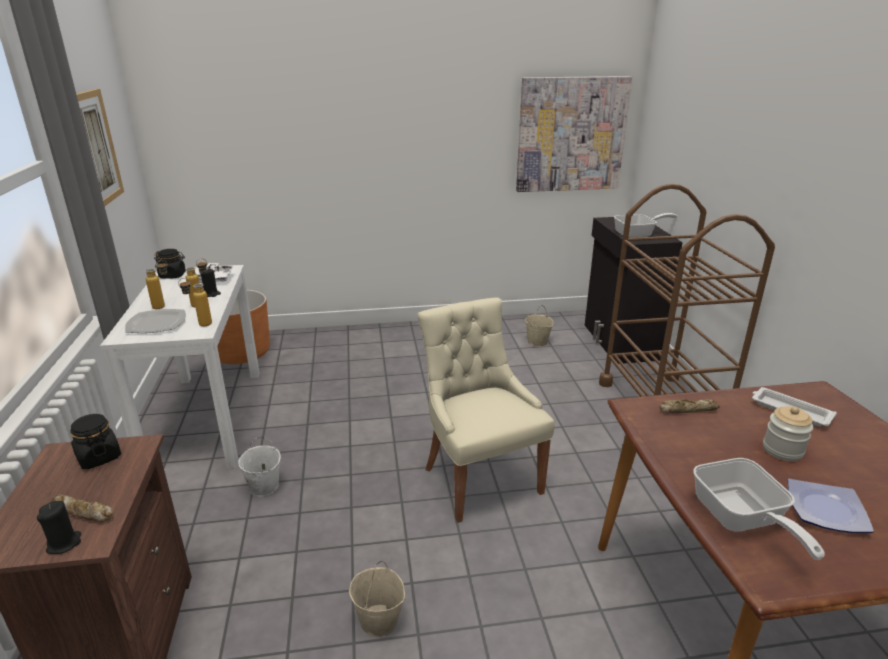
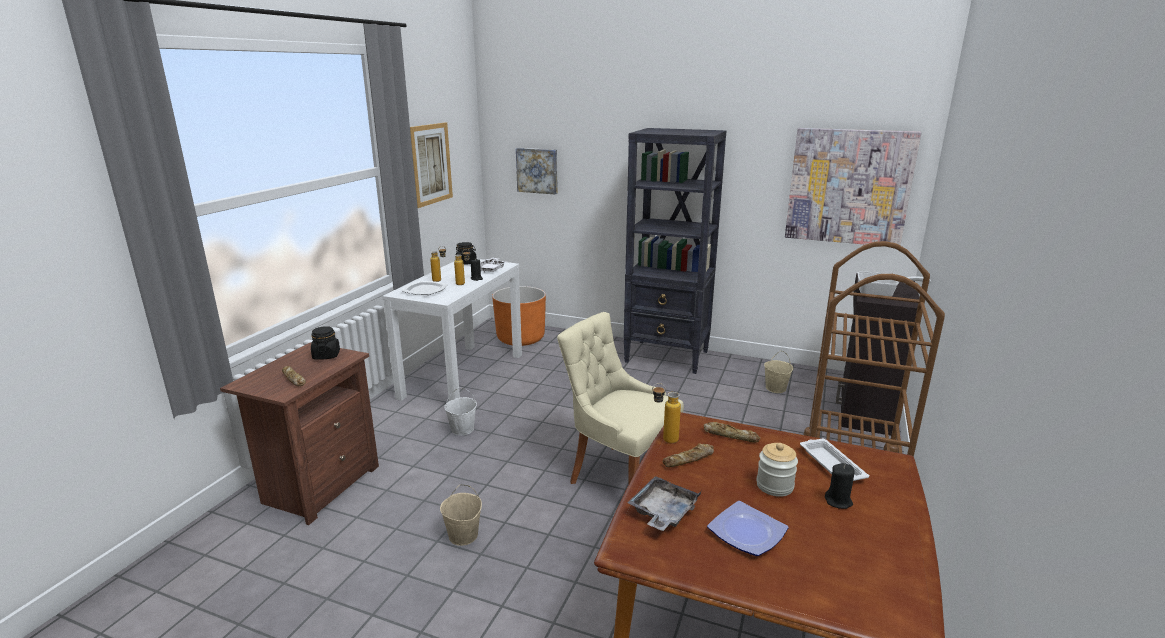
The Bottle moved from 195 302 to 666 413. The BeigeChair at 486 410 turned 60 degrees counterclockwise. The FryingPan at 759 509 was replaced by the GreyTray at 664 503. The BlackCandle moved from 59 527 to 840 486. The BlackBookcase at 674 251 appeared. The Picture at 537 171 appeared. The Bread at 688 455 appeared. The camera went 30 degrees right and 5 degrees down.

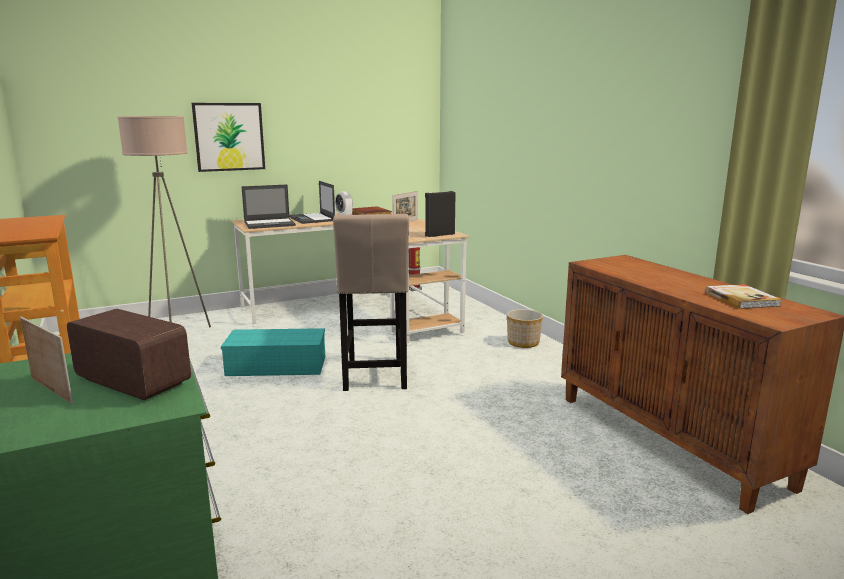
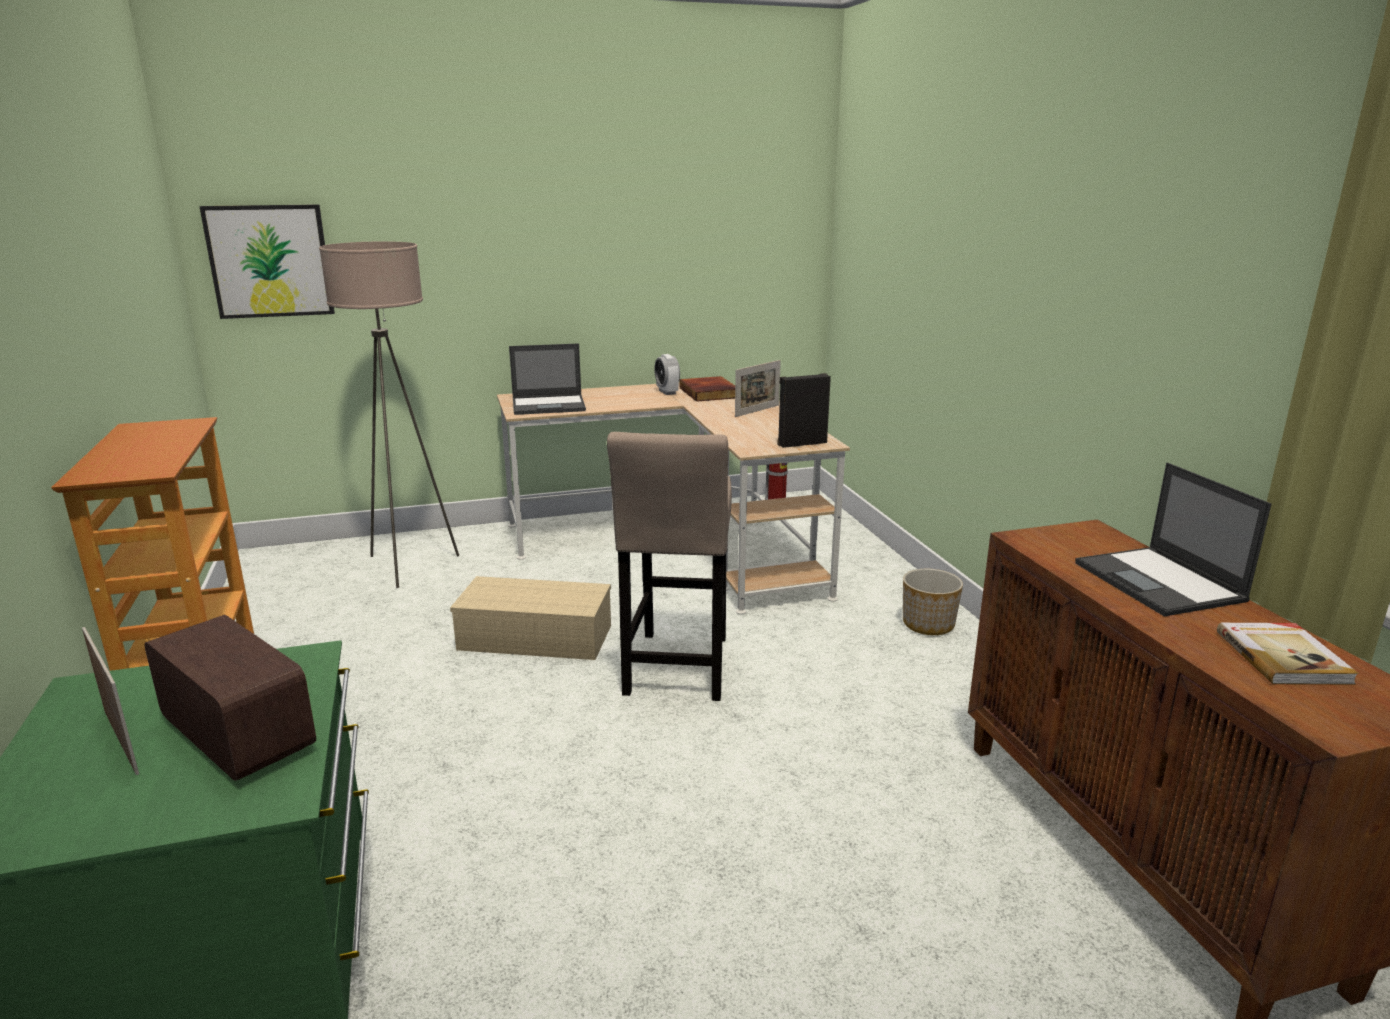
The Picture moved from 228 137 to 267 261. The Laptop moved from 312 202 to 1173 539. The TurquoiseStorageBox at 273 352 became the BeigeStorageBox at 530 618. The camera went 10 degrees right and 5 degrees up.

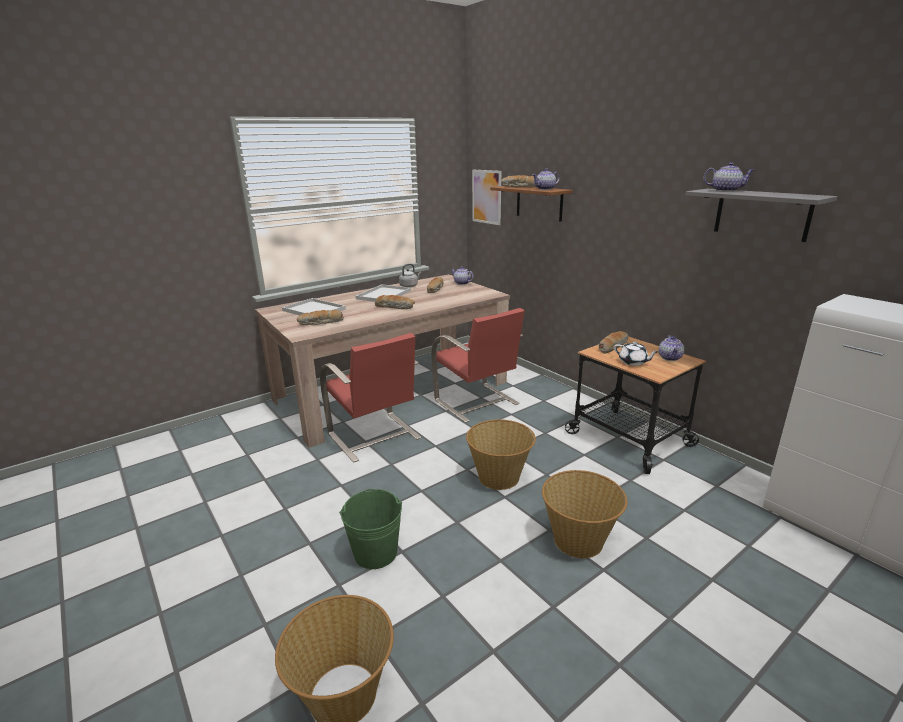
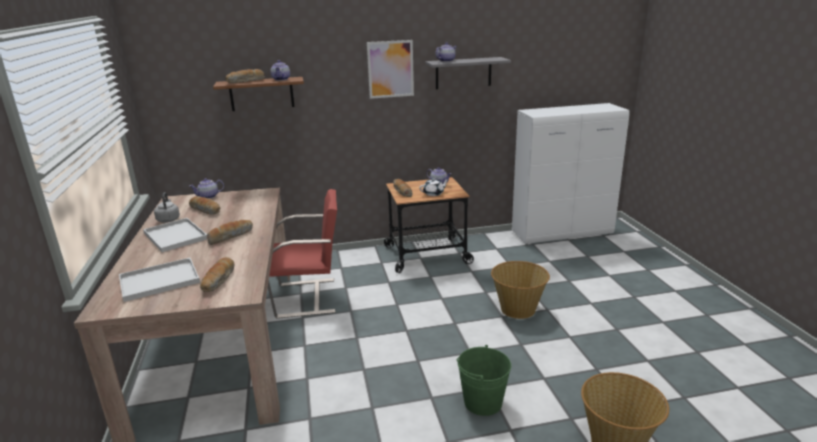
The Picture moved from 486 197 to 390 69. The RedChair at 370 398 disappeared. The Basket at 501 454 disappeared. The camera went 65 degrees left and 0 degrees up.

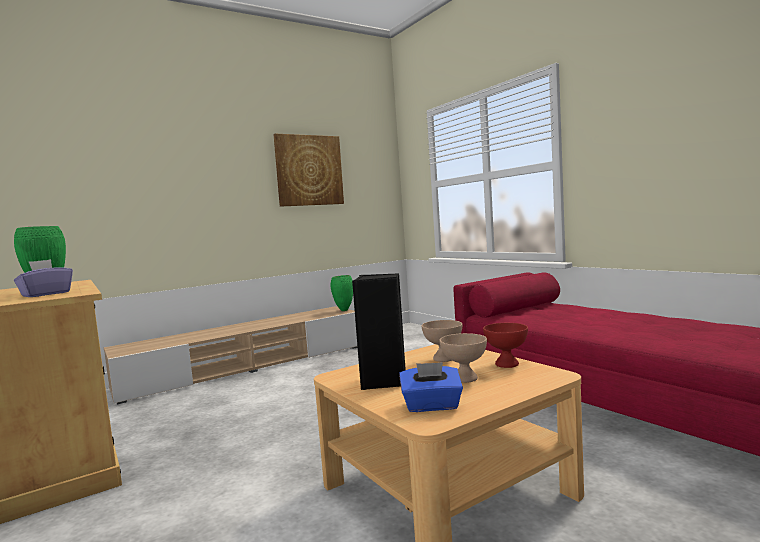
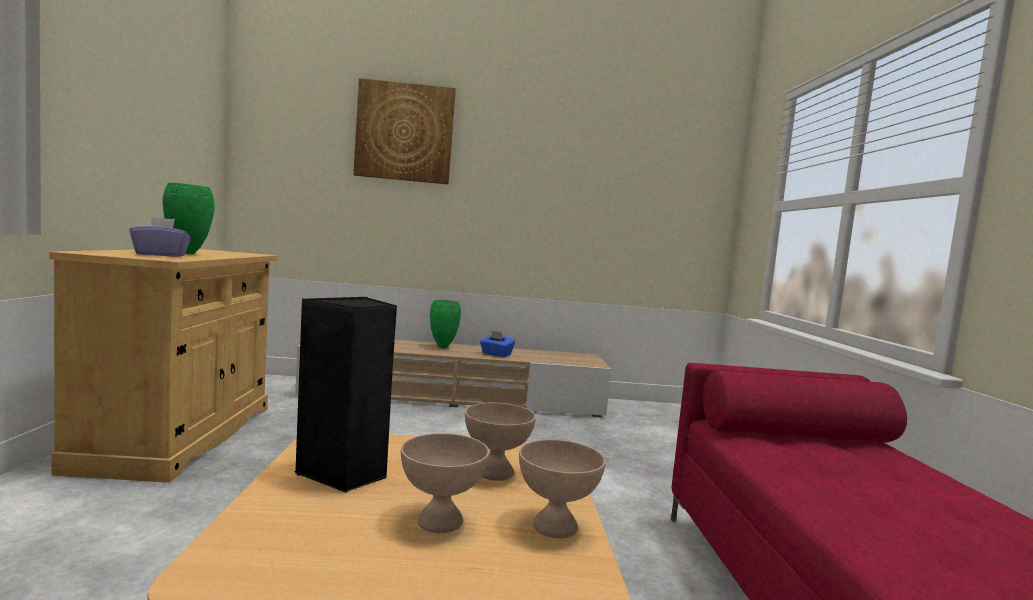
The Picture moved from 309 170 to 404 131. The GreenVase moved from 341 293 to 445 324. The RedBowl at 505 345 became the BeigeBowl at 562 488. The BlueTissueBox moved from 431 387 to 497 343. The camera went 30 degrees right and 0 degrees up.

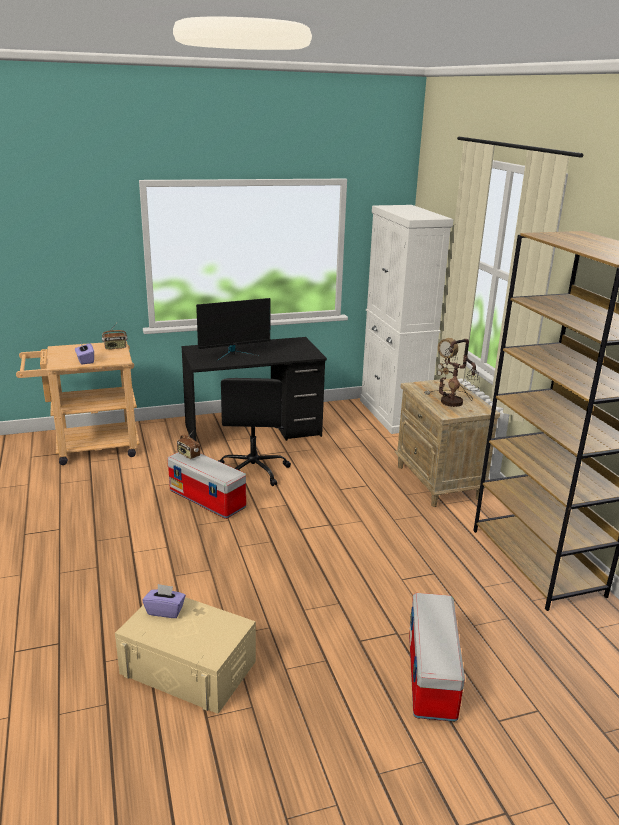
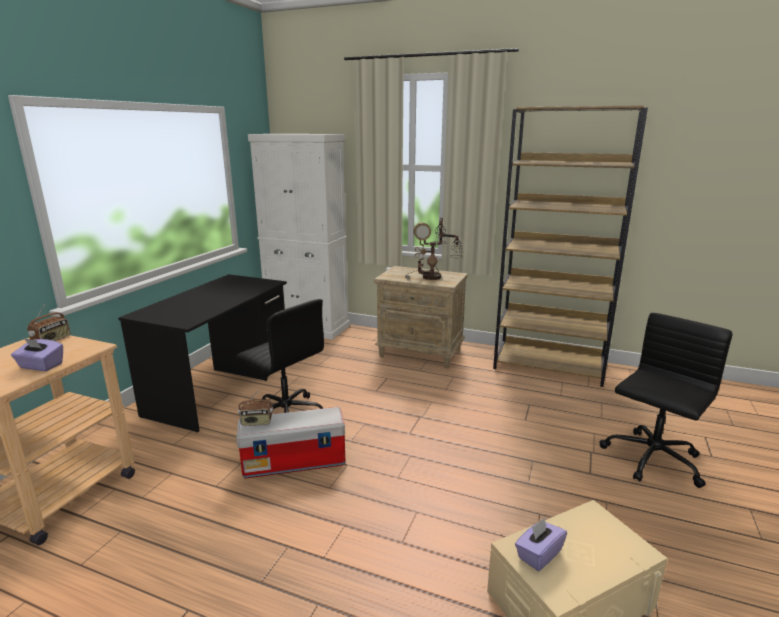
The Monitor at 233 330 disappeared. The StorageBox at 437 657 was replaced by the BlackOfficeChair at 665 400. The camera went 50 degrees left and 5 degrees down.

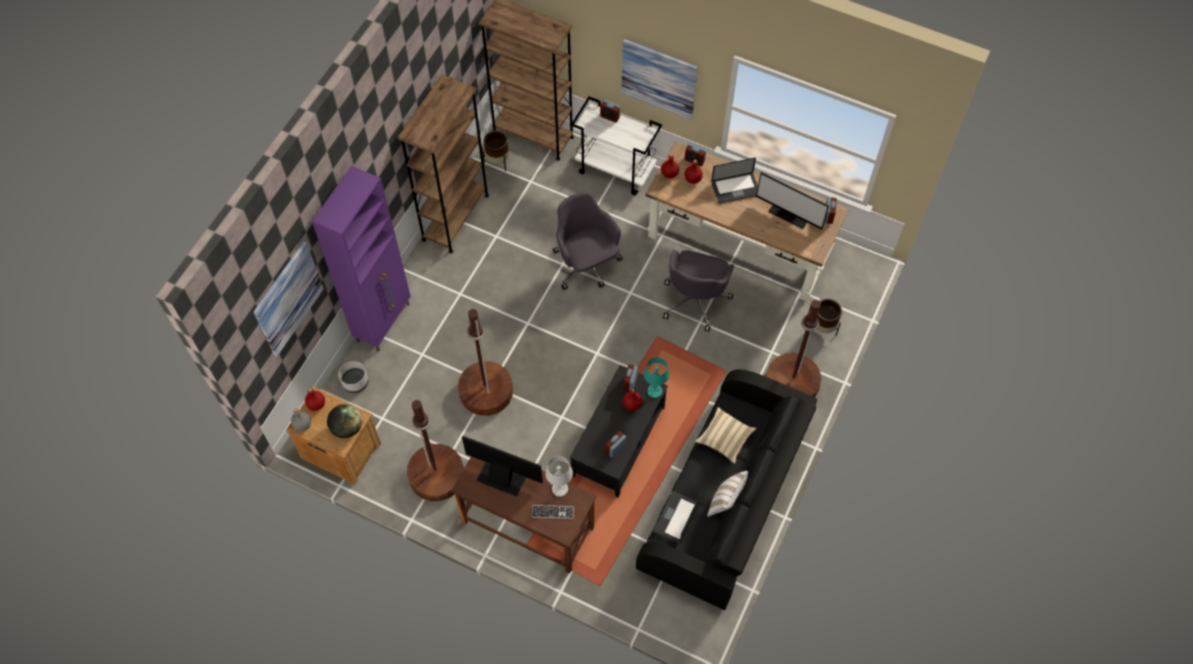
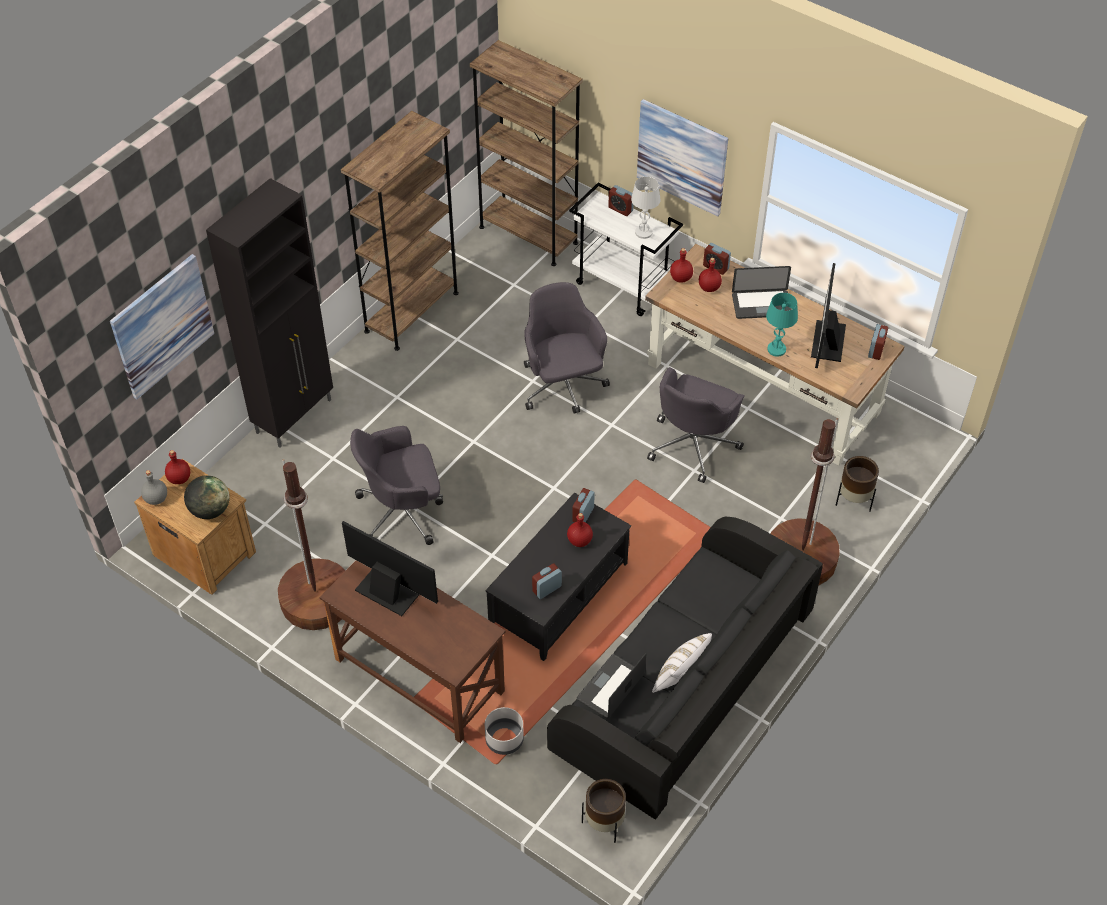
The BrownPlanter moved from 495 151 to 604 811. The PurpleCabinet at 361 259 became the BlackCabinet at 269 313. The Monitor at 792 200 turned 60 degrees clockwise. The BrownFloorLamp at 485 362 was replaced by the GreyOfficeChair at 396 485. The TurquoiseTableLamp moved from 656 377 to 782 325. The GreyPlanter moved from 353 377 to 504 731. The BeigePillow at 726 435 disappeared. The WhiteTableLamp moved from 559 476 to 646 208. The Keyboard at 552 512 disappeared. The camera went 10 degrees right and 10 degrees down.

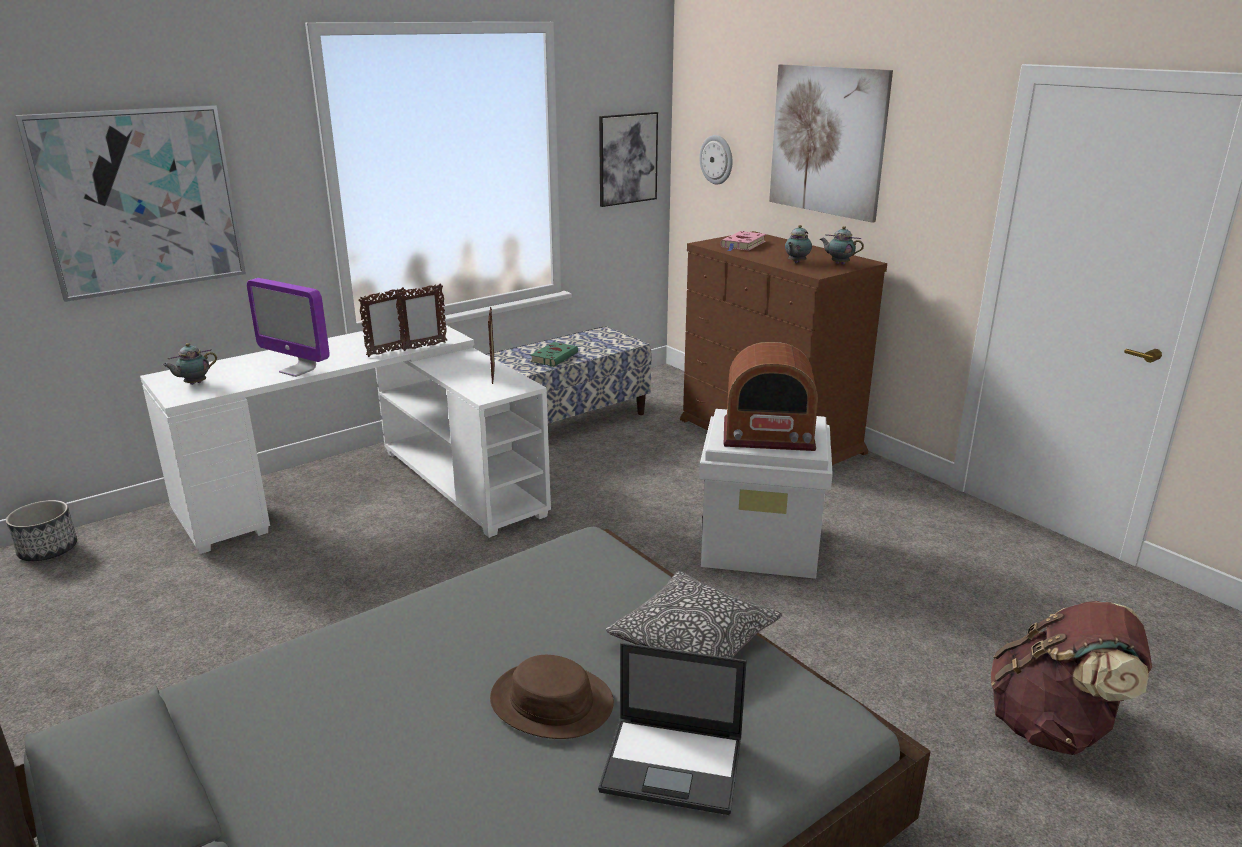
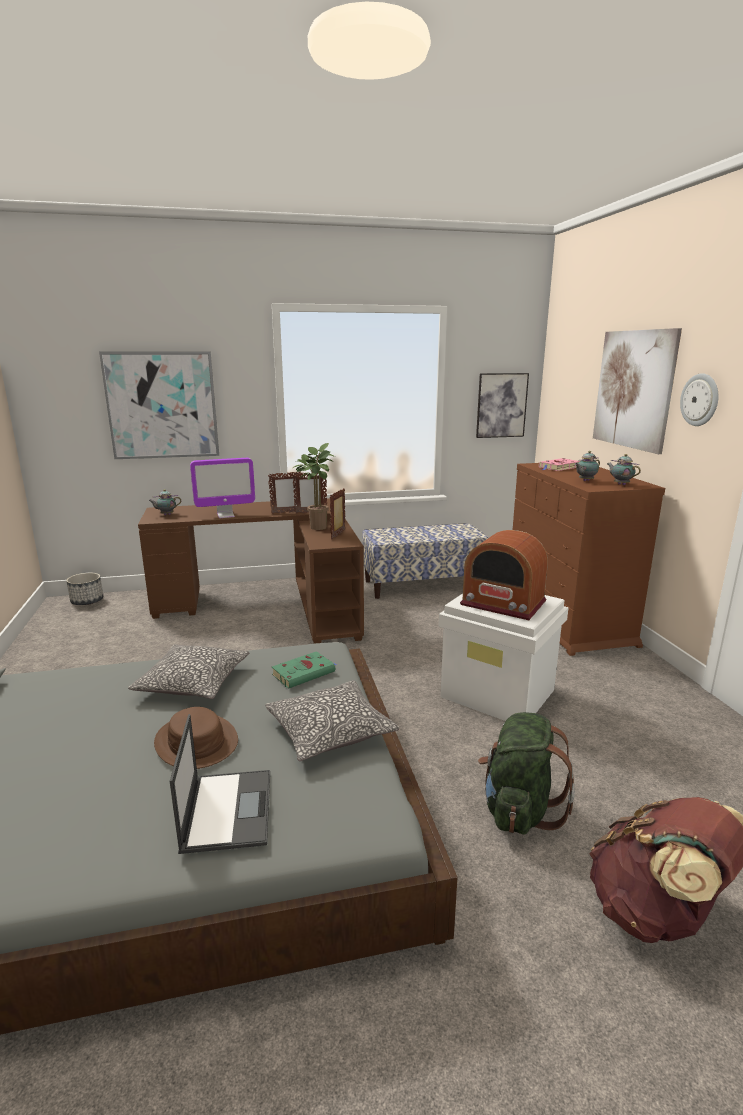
The WallClock moved from 715 160 to 699 399. The Monitor at 288 327 turned 75 degrees counterclockwise. The WhiteDesk at 345 438 became the BrownDesk at 251 571. The GreenBook moved from 554 354 to 304 670. The Laptop at 672 729 turned 135 degrees counterclockwise. The PottedPlant at 314 486 appeared. The Pillow at 188 671 appeared. The GreenBackpack at 526 773 appeared. The camera went 25 degrees right and 5 degrees down.

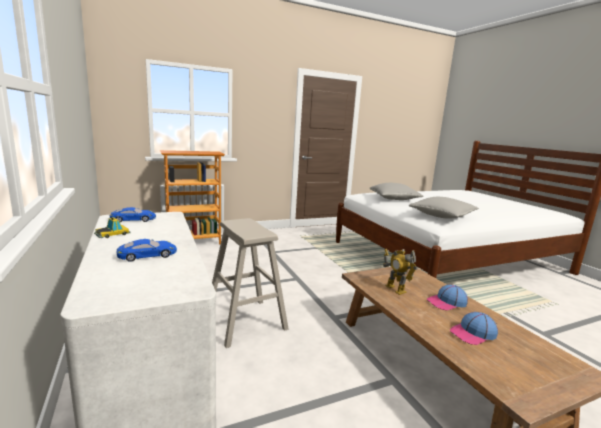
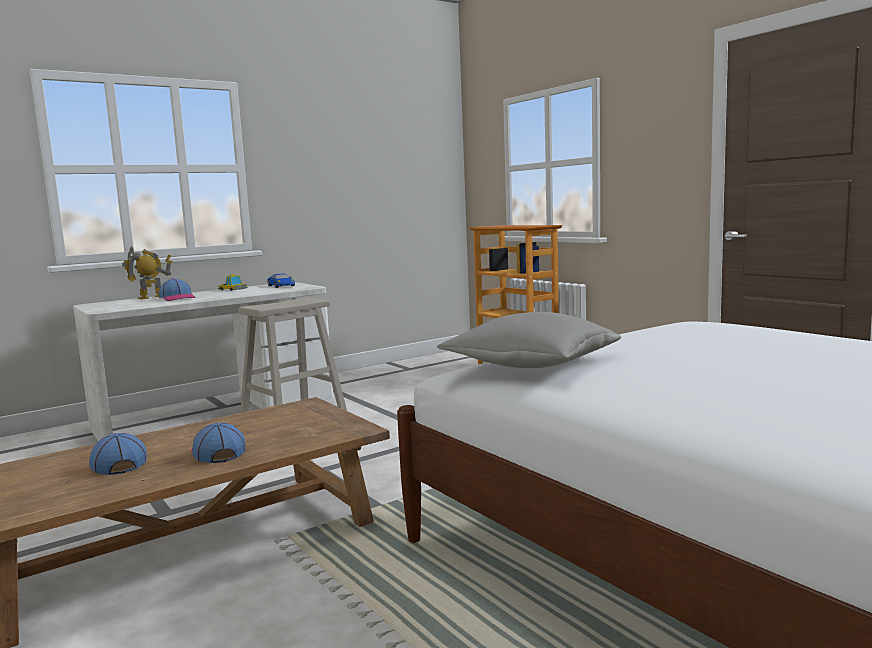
The GreyPillow at 397 191 disappeared. The BlueToyCar at 146 250 was replaced by the Cap at 177 289. The ToyRobot moved from 400 272 to 147 273. The camera went 80 degrees right and 5 degrees down.

